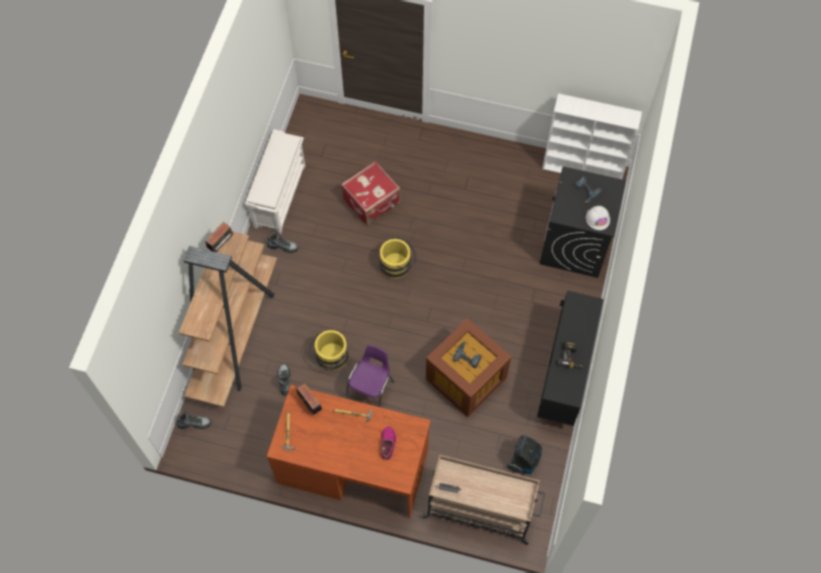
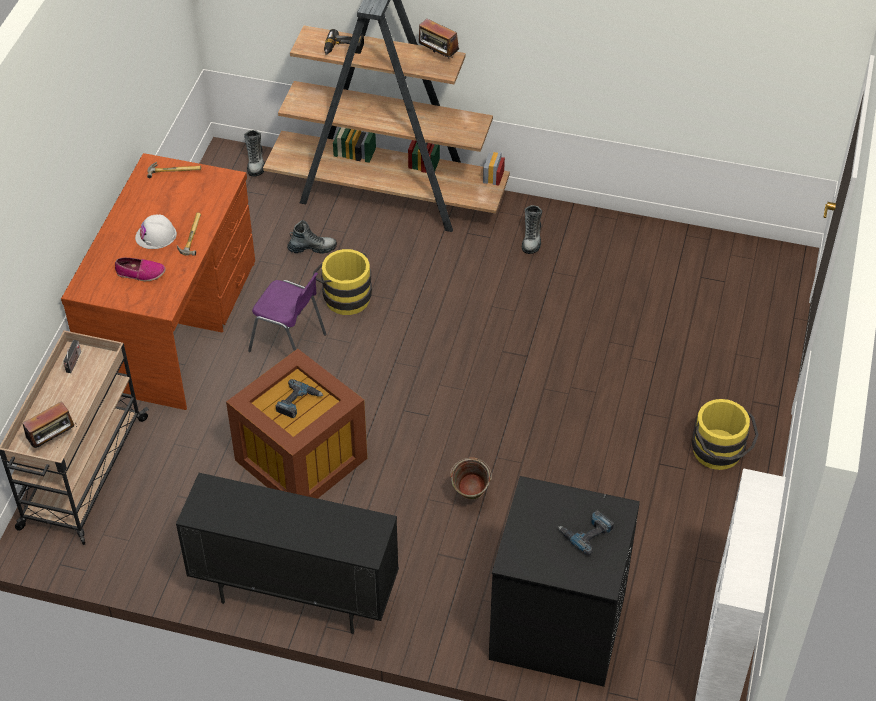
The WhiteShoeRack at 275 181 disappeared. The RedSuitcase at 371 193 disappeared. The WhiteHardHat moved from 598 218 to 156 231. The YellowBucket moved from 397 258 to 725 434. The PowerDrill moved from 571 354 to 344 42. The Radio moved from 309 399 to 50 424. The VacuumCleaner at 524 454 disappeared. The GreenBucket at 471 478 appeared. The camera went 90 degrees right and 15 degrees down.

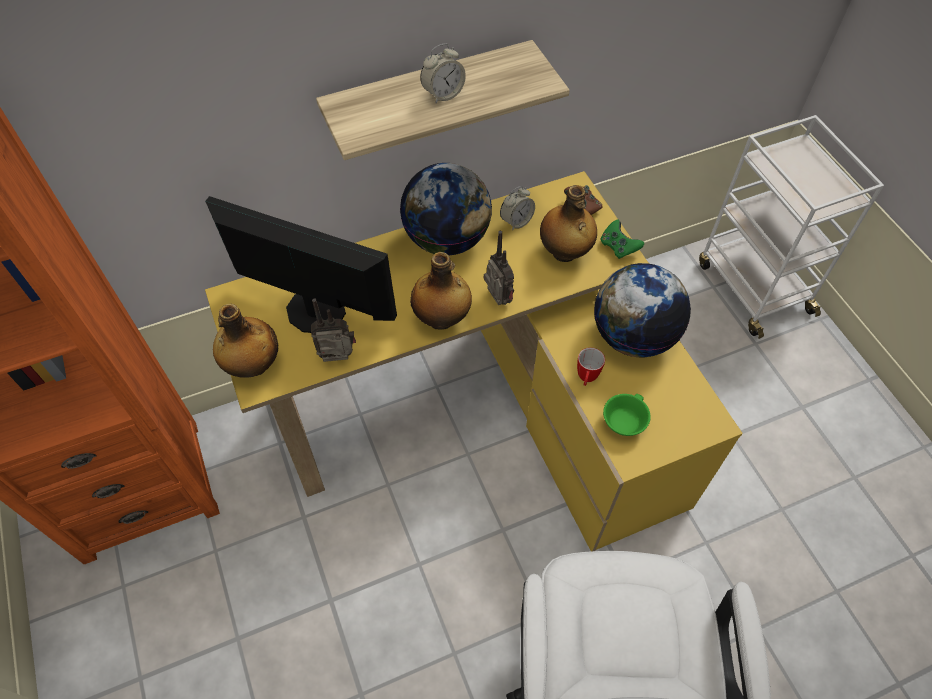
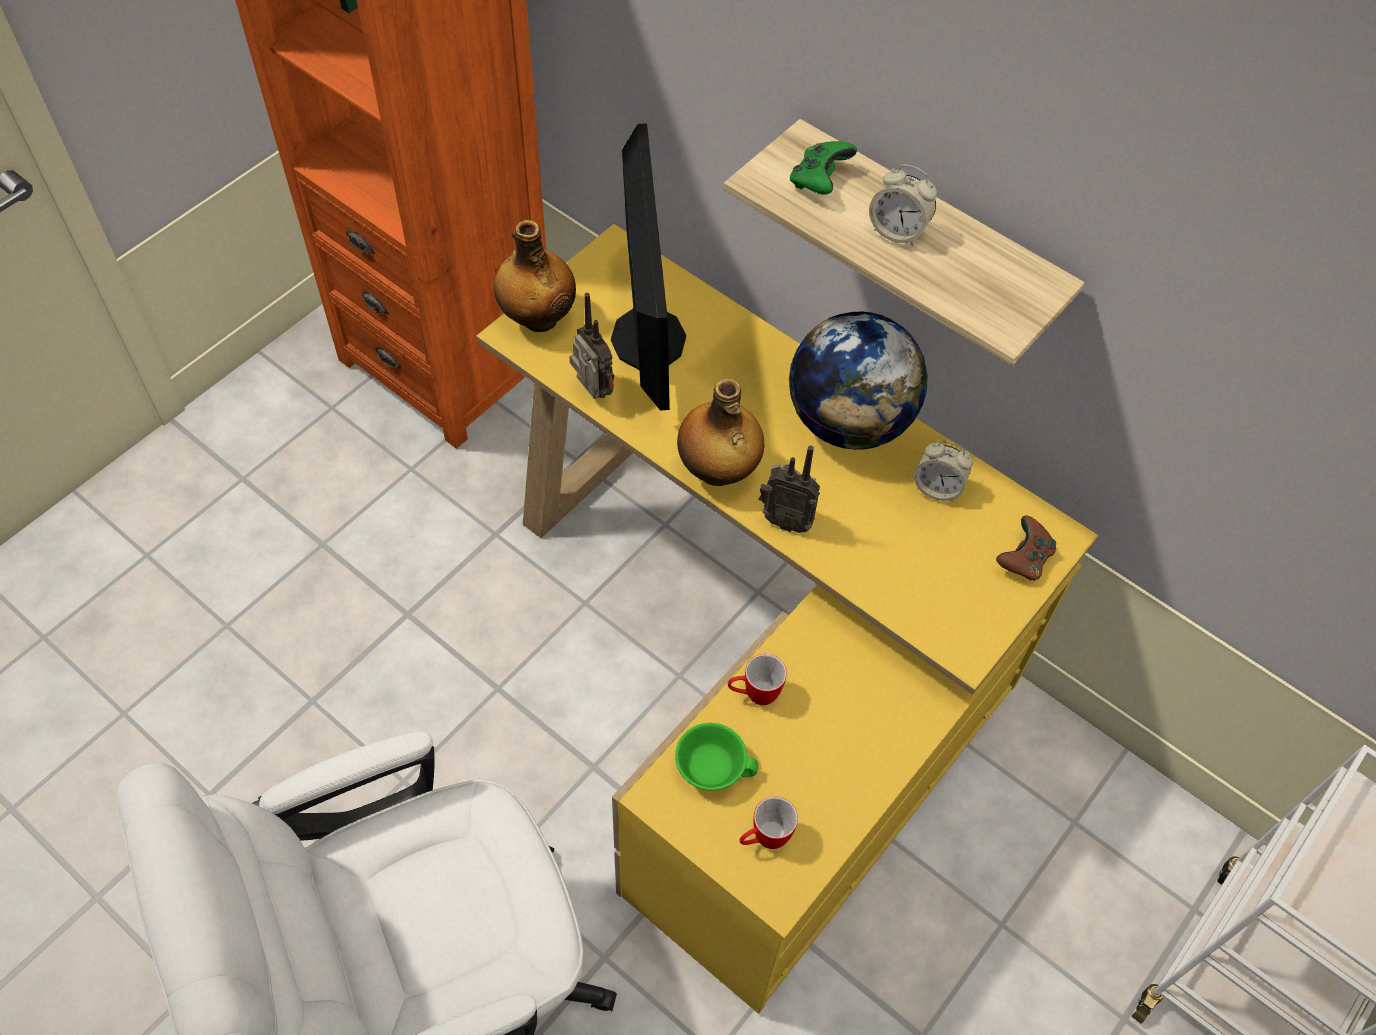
The Bottle at 568 223 disappeared. The GreenGameController moved from 622 239 to 823 168. The Radio at 499 268 turned 75 degrees clockwise. The Globe at 642 310 disappeared. The Mug at 768 822 appeared. The camera went 60 degrees right and 0 degrees up.

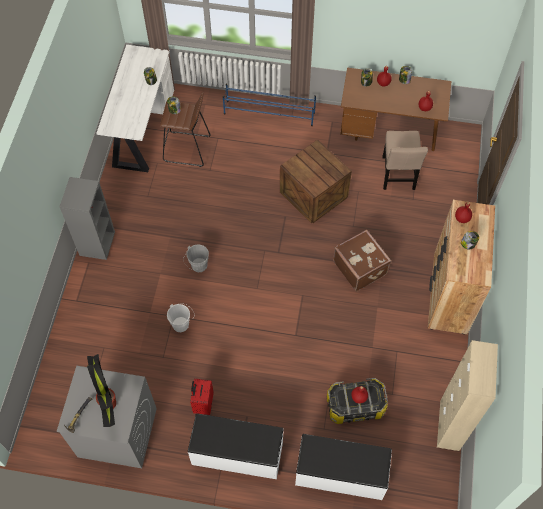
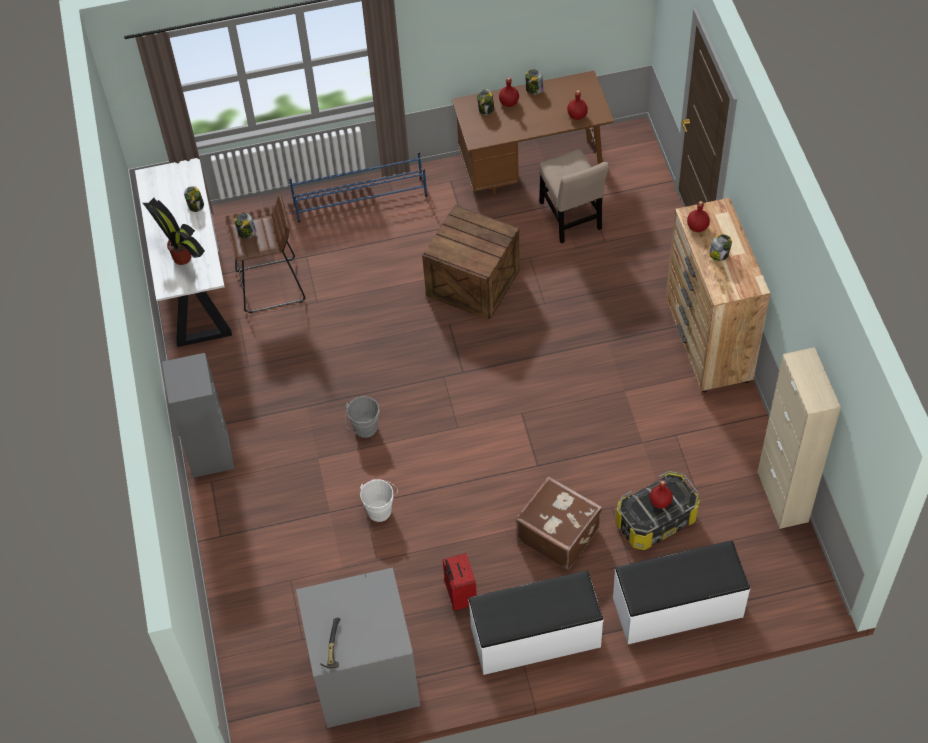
The BrownSuitcase moved from 362 260 to 559 523. The PottedPlant moved from 101 390 to 174 231. The camera went 20 degrees left and 5 degrees down.

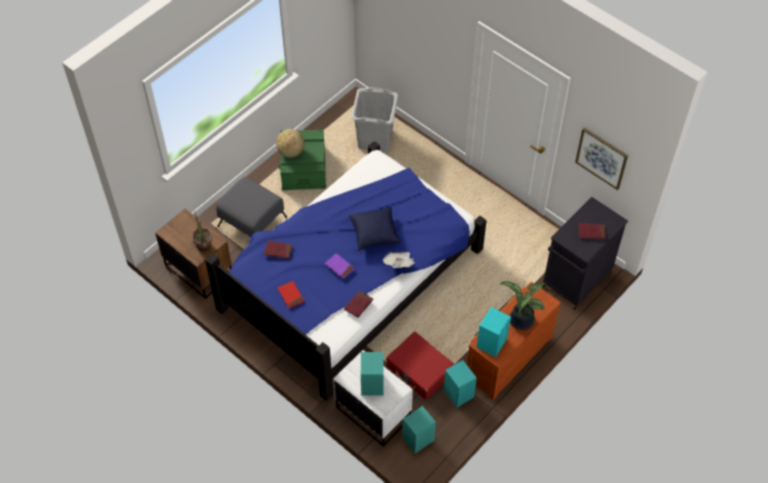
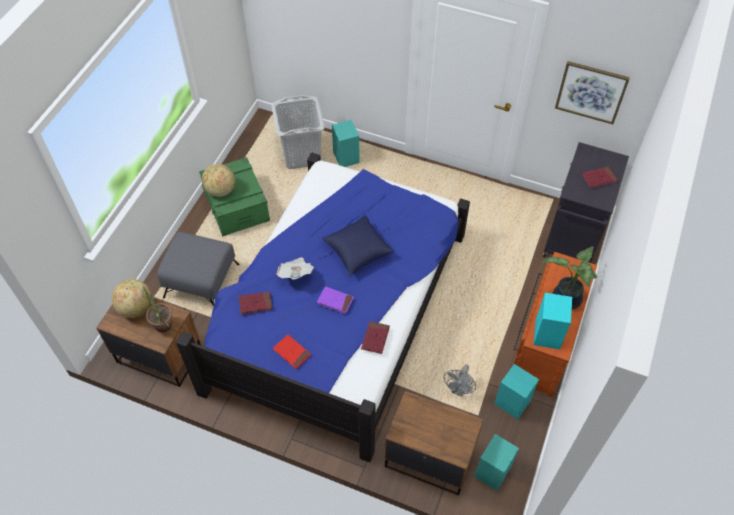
The Newspaper moved from 399 260 to 295 269. The RedSuitcase at 420 366 was replaced by the GreyFan at 460 381. The WhiteNightstand at 373 398 became the BrownNightstand at 434 443. The TurquoiseSpeaker moved from 372 373 to 346 143. The Globe at 132 298 appeared. The camera went 20 degrees left and 0 degrees up.

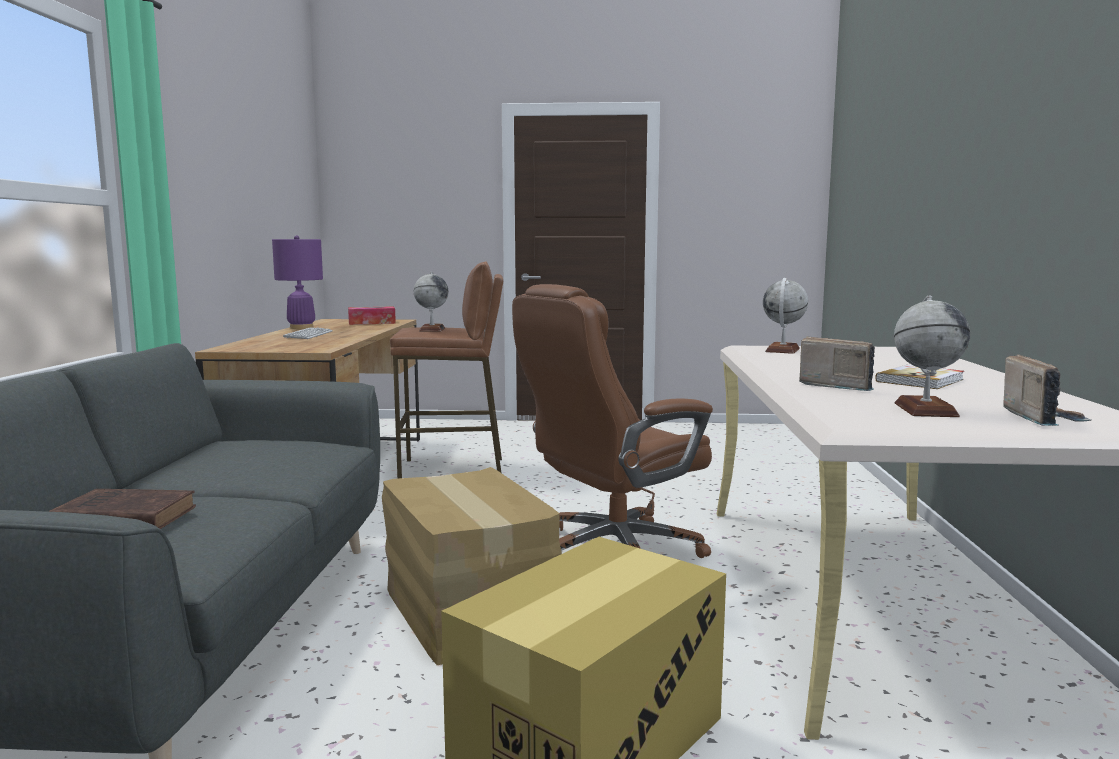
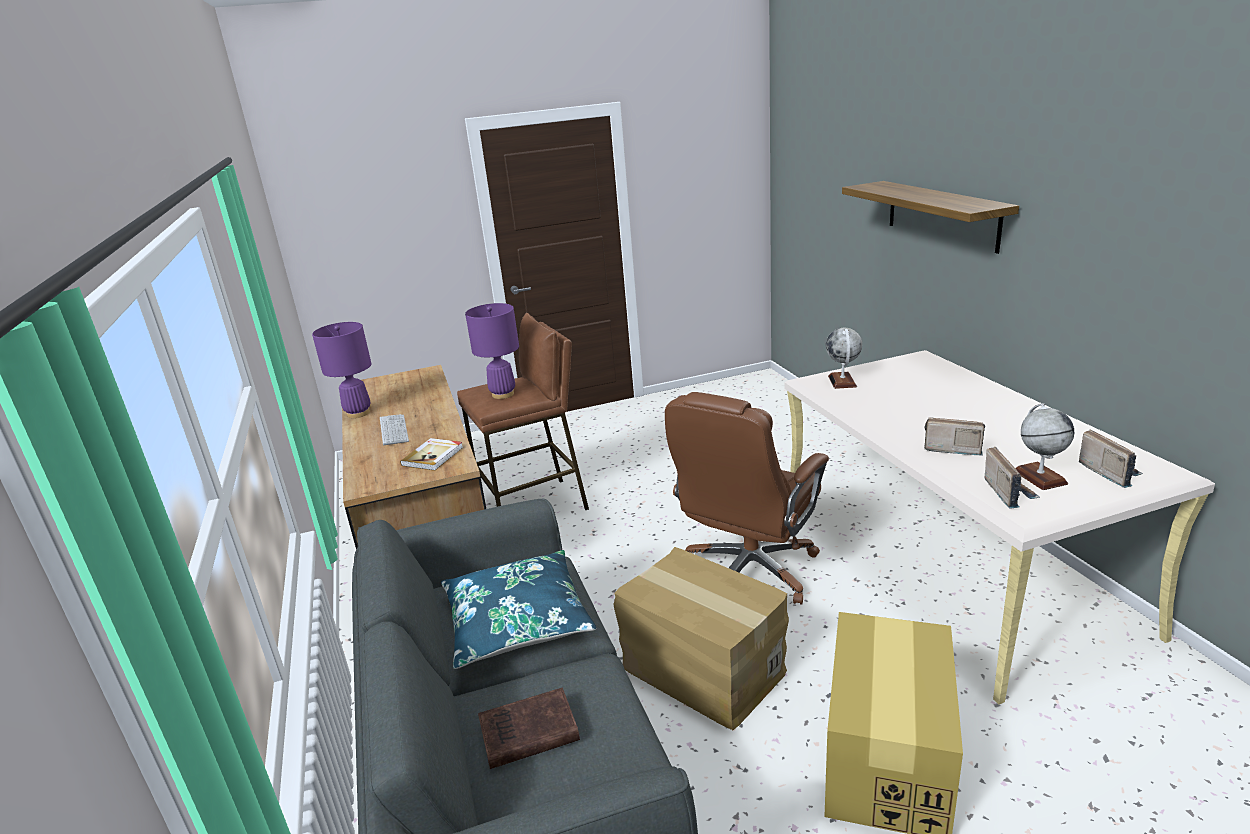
The Globe at 431 302 was replaced by the PurpleTableLamp at 492 351. The TissueBox at 372 315 disappeared. The Book moved from 919 377 to 431 454. The Shelf at 930 217 appeared. The Radio at 1012 477 appeared. The BluePillow at 518 609 appeared. The camera went 20 degrees left and 15 degrees up.

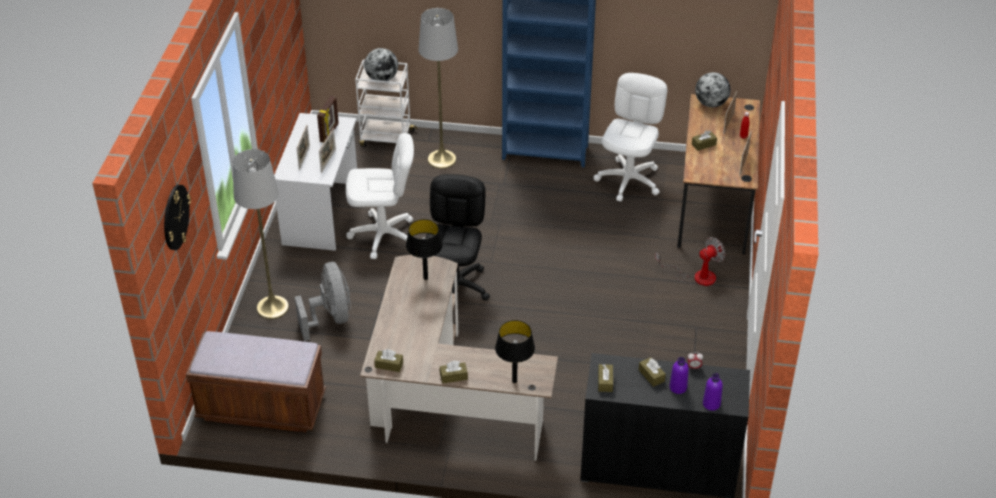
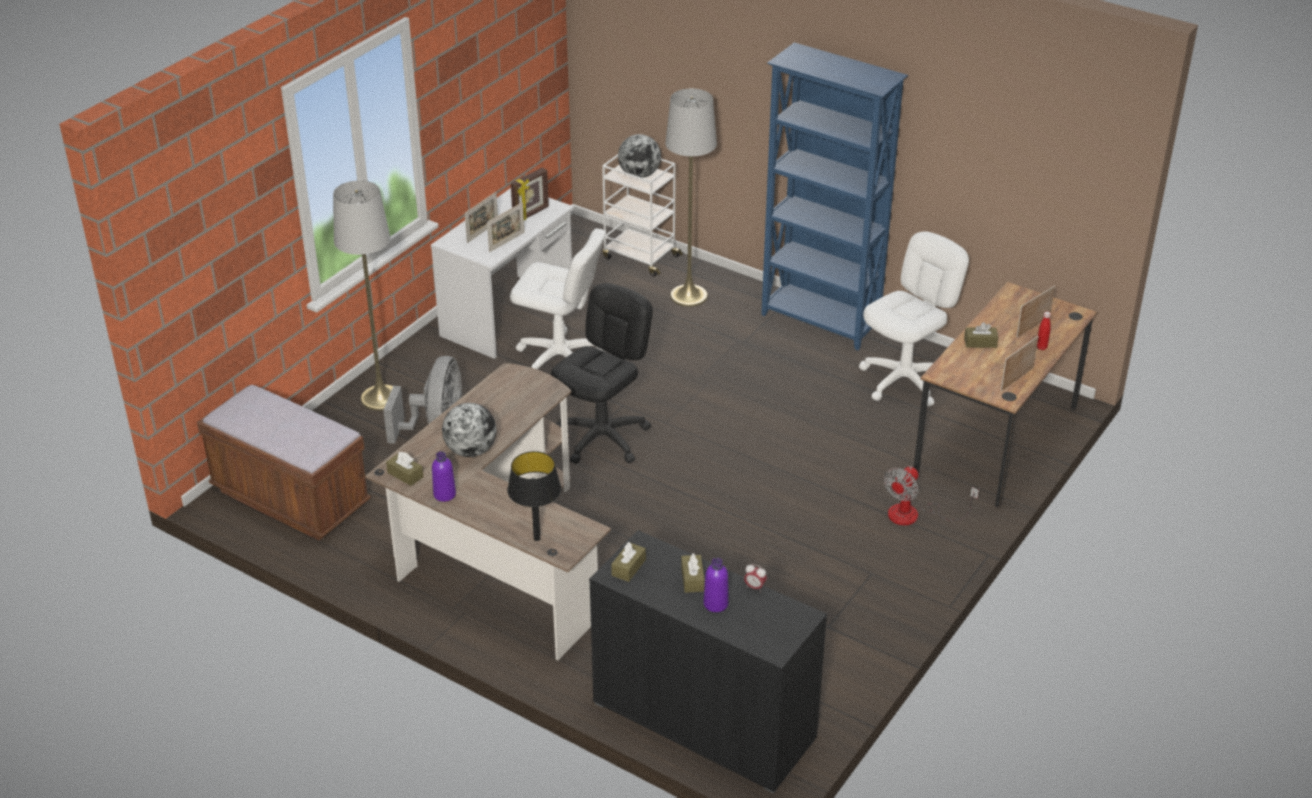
The Globe moved from 712 89 to 469 430. The WallClock at 177 217 disappeared. The BlackTableLamp at 424 249 disappeared. The Fan at 690 261 turned 135 degrees clockwise. The BrownTissueBox at 454 372 disappeared. The PurpleBottle moved from 713 392 to 444 476. The camera went 25 degrees right and 5 degrees down.

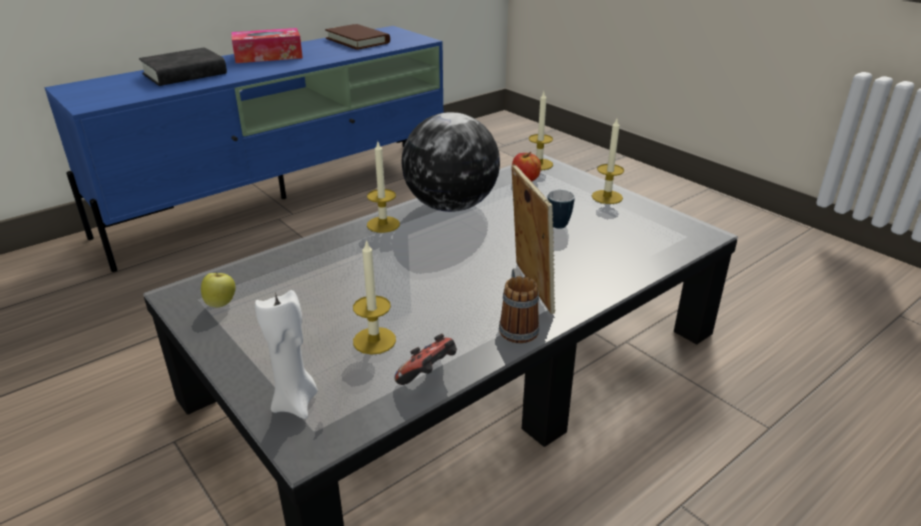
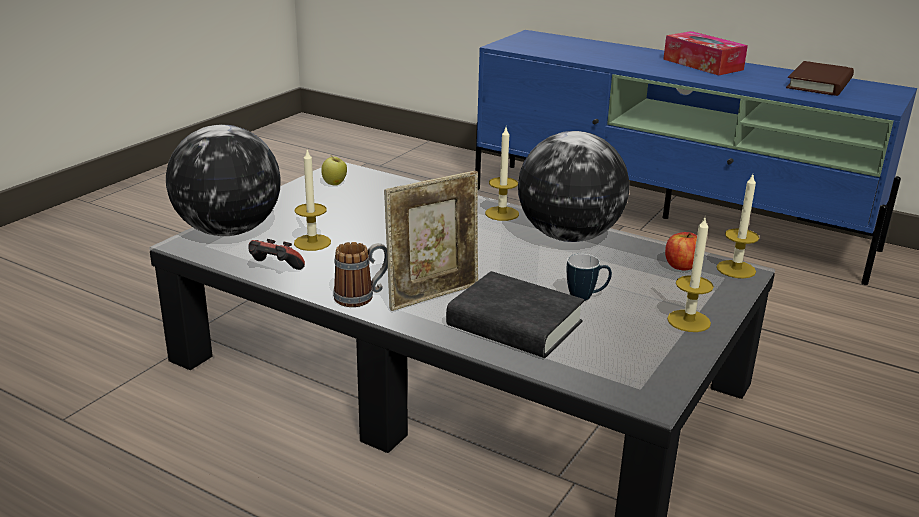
The BlackBook moved from 183 66 to 515 314. The WhiteCandle at 286 354 was replaced by the Globe at 223 180. The camera went 70 degrees right and 5 degrees down.

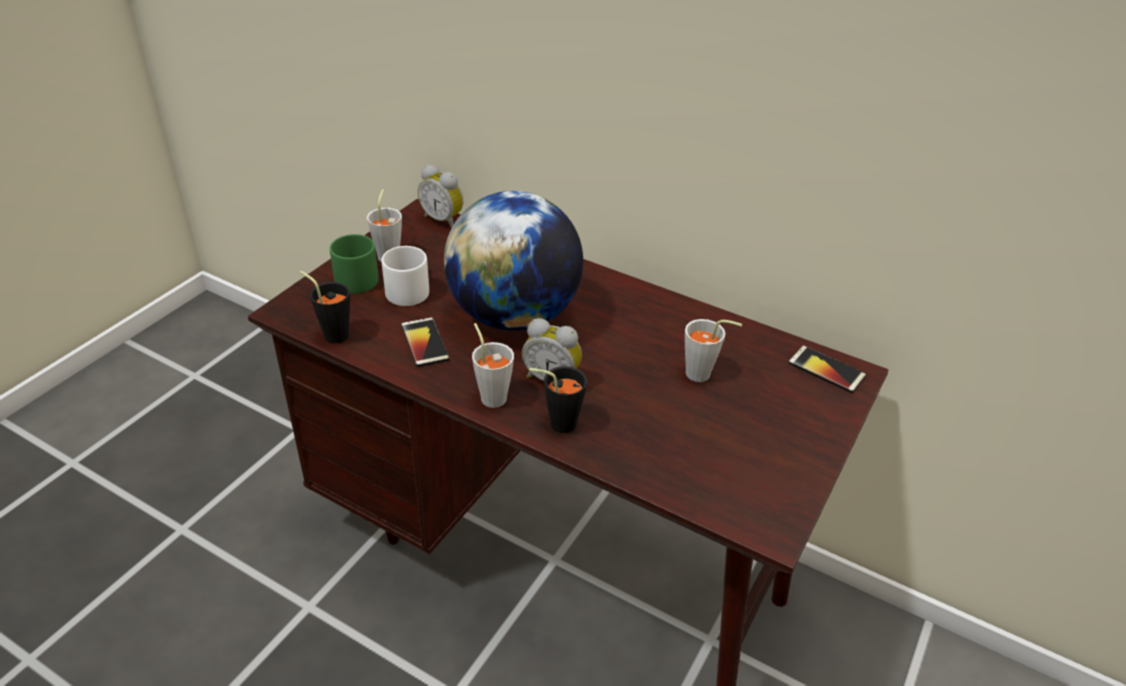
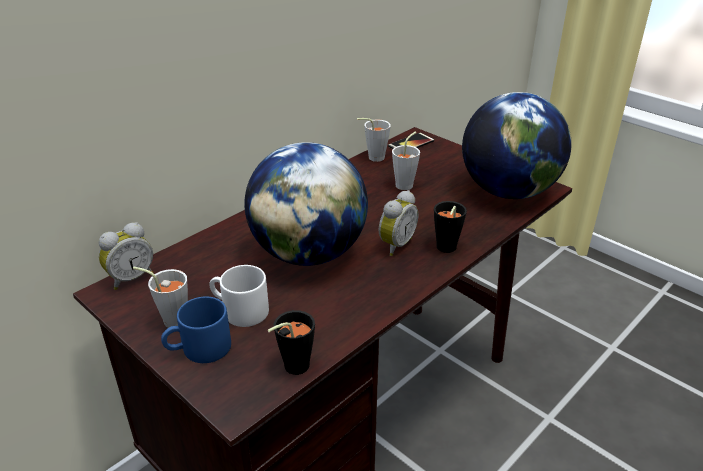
The GreenMug at 354 264 became the BlueMug at 196 329. The Phone at 425 342 disappeared. The GreyCup moved from 493 365 to 374 140. The Globe at 516 145 appeared. The camera went 75 degrees left and 5 degrees down.

